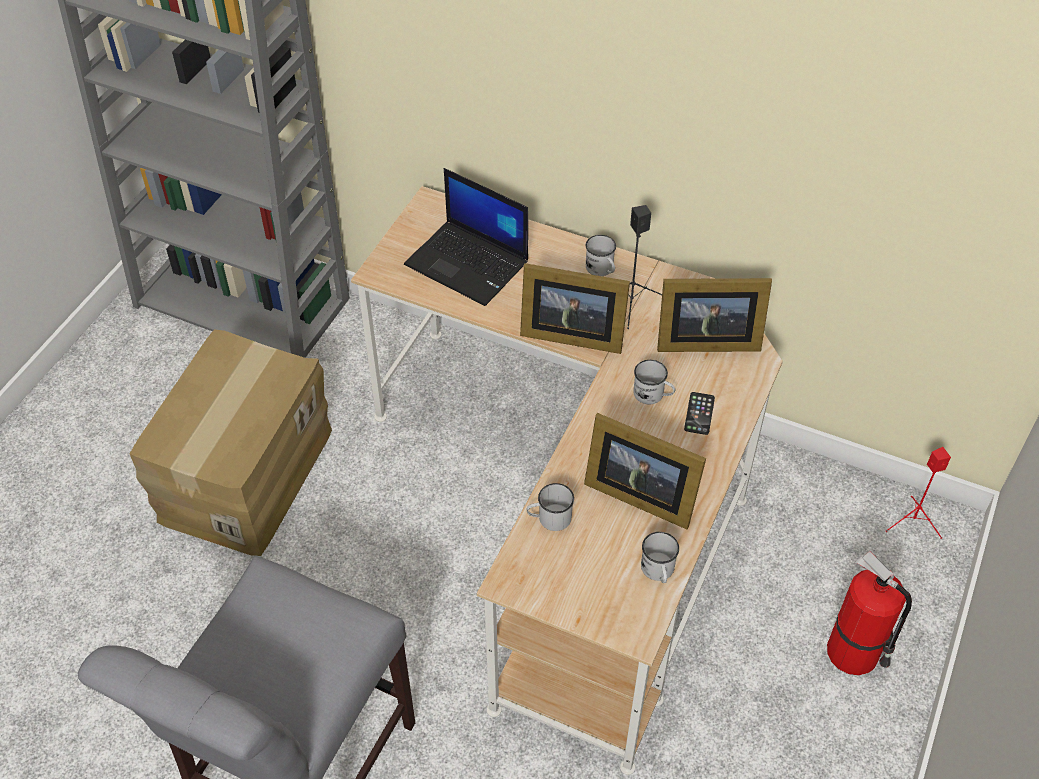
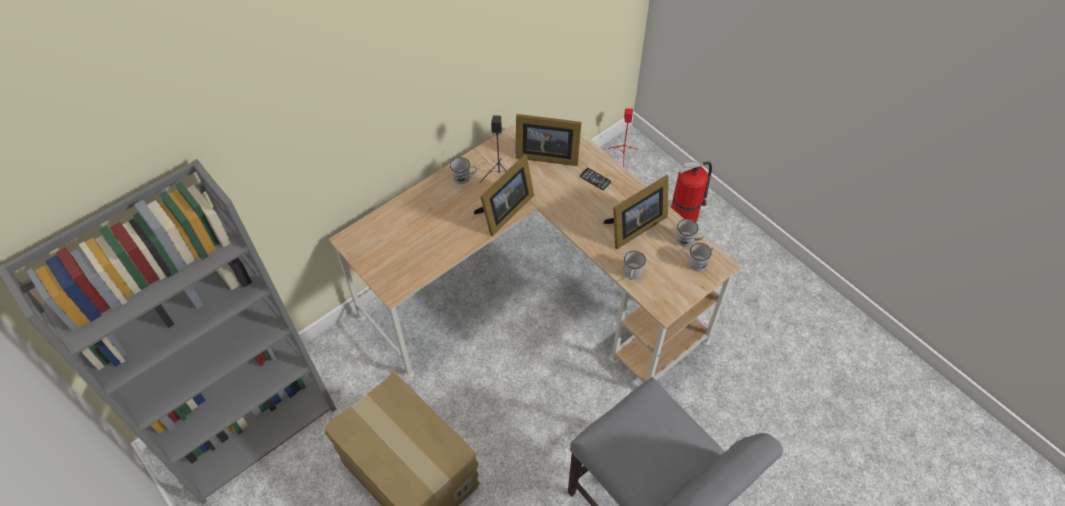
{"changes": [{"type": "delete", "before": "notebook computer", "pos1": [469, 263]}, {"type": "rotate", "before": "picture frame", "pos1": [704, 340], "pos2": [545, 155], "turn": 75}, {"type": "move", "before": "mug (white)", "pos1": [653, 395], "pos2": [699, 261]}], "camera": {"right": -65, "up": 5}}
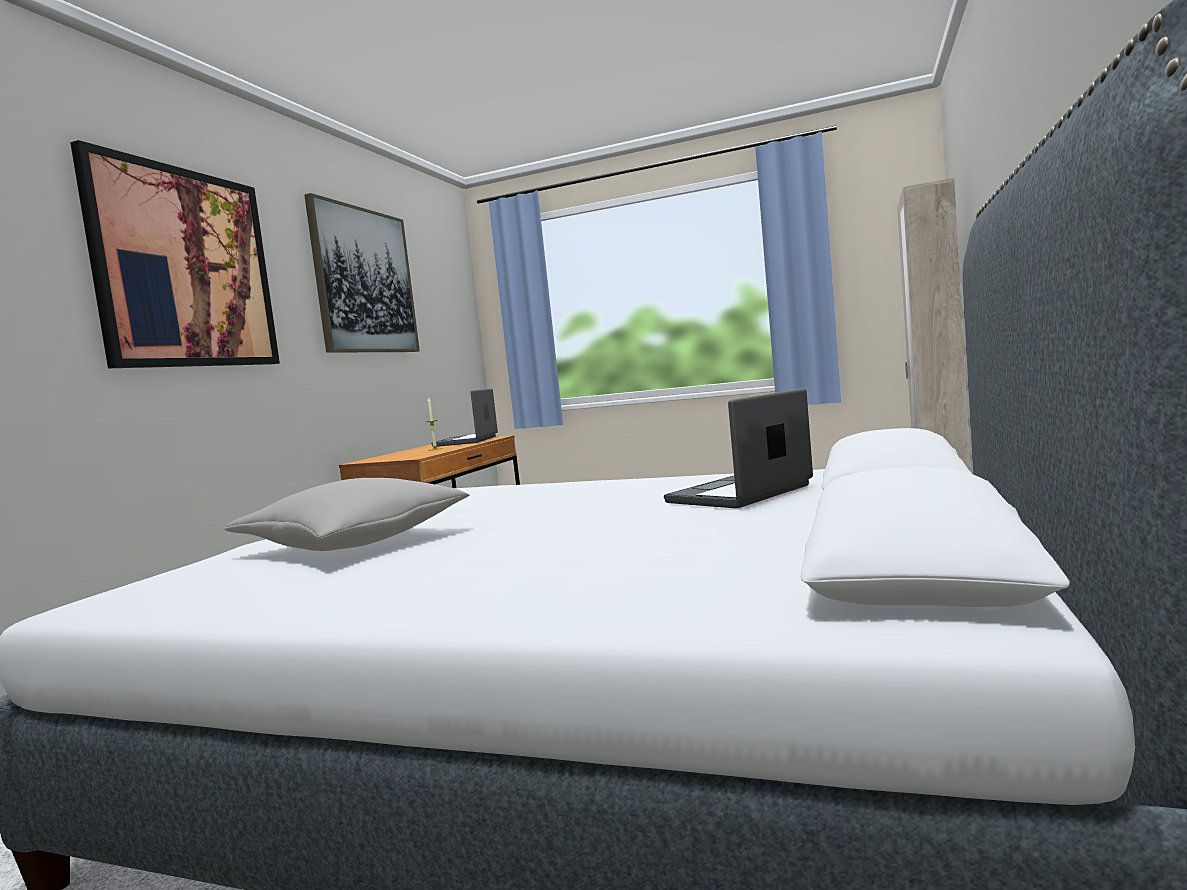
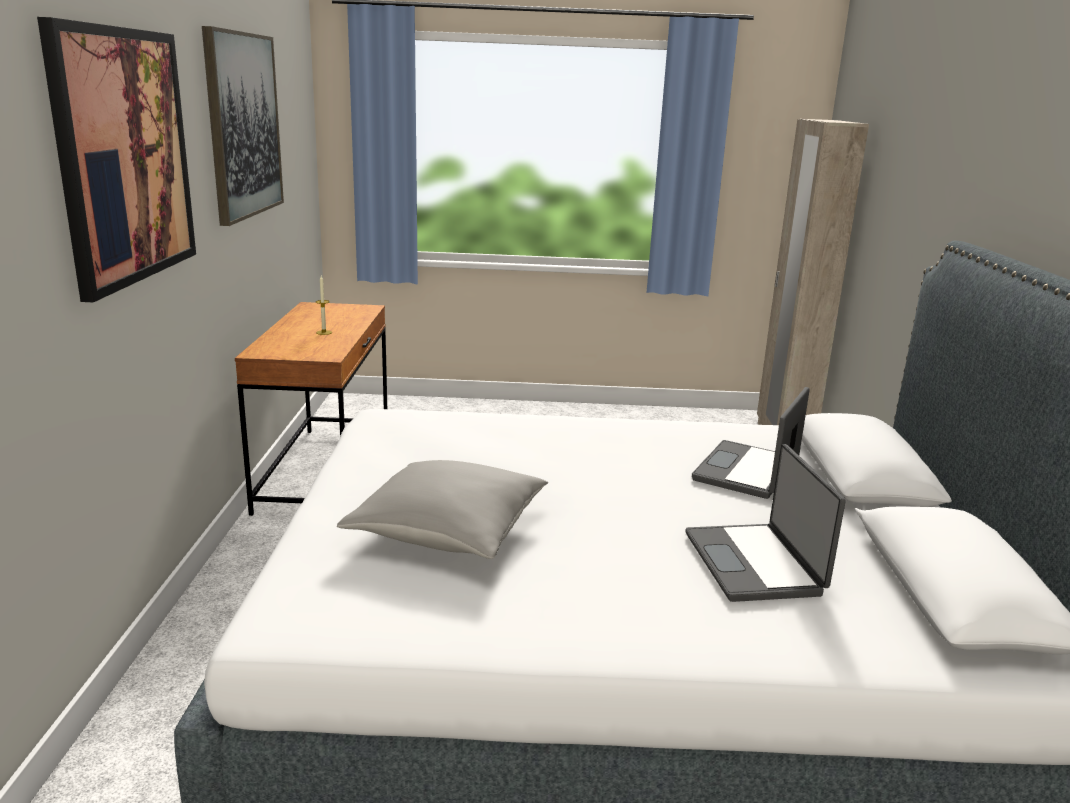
{"changes": [{"type": "move", "before": "notebook computer", "pos1": [467, 441], "pos2": [755, 564]}], "camera": {"right": -20, "up": 15}}
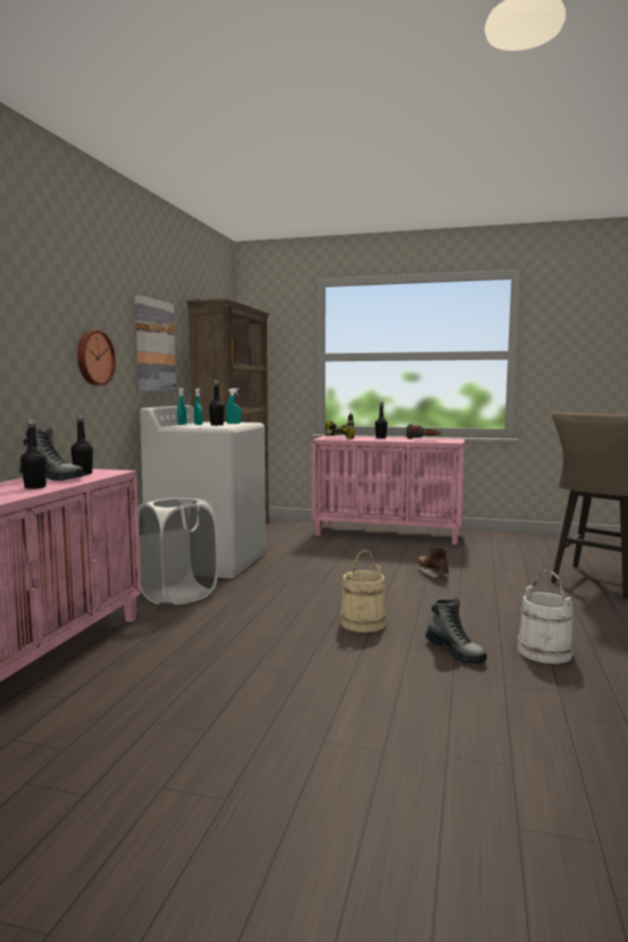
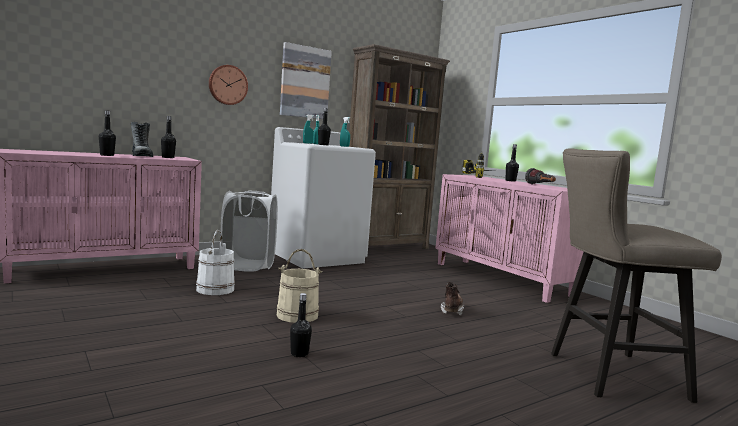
{"changes": [{"type": "move", "before": "bucket (white)", "pos1": [545, 652], "pos2": [215, 289]}, {"type": "replace", "before": "high-top boot", "after": "bottle (black-coloured)", "pos1": [455, 651], "pos2": [299, 353]}], "camera": {"right": 40, "up": 0}}
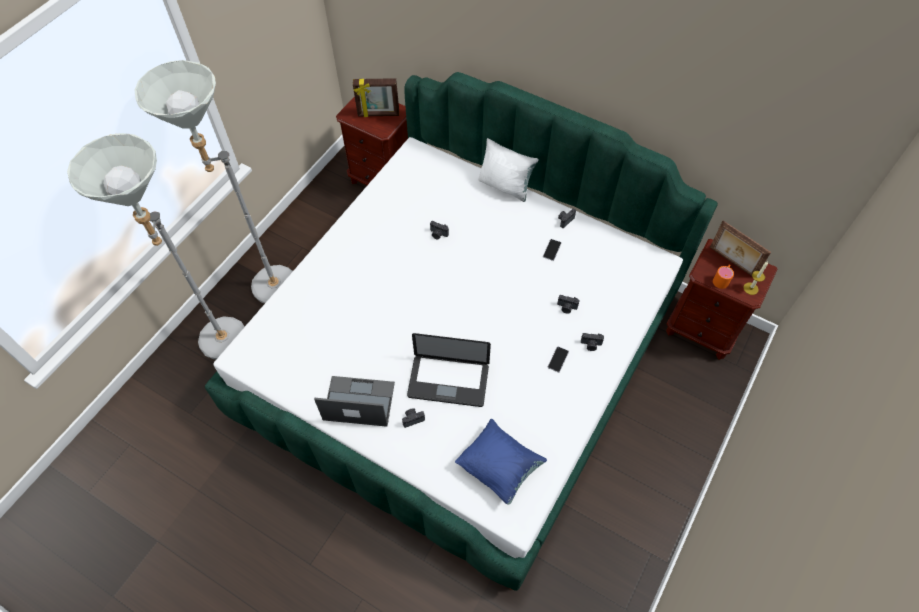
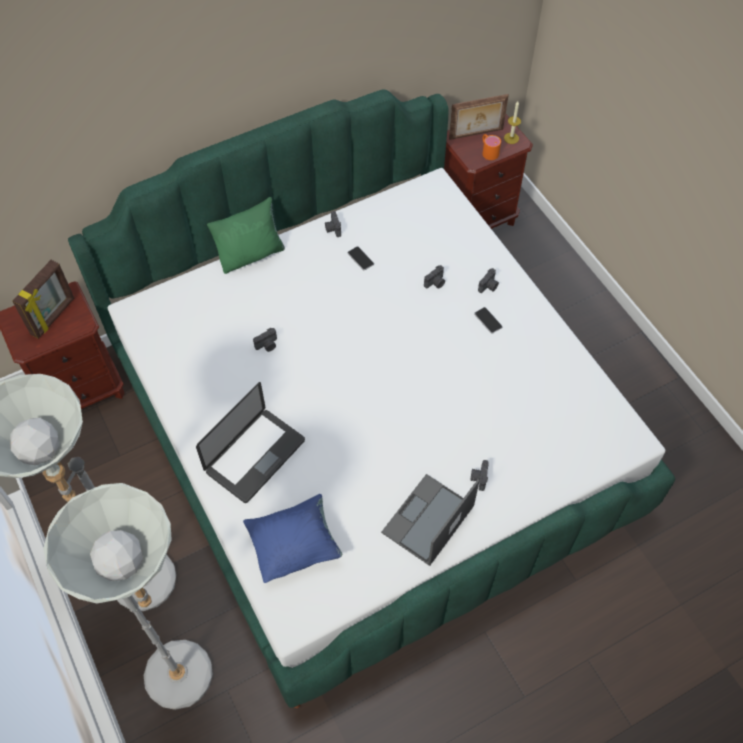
{"changes": [{"type": "recolor", "before": "cushion (white)", "after": "cushion (green-coloured)", "pos1": [505, 186], "pos2": [251, 255]}, {"type": "move", "before": "notebook computer", "pos1": [448, 381], "pos2": [255, 456]}, {"type": "move", "before": "cushion (blue)", "pos1": [499, 467], "pos2": [294, 546]}], "camera": {"right": -60, "up": 0}}
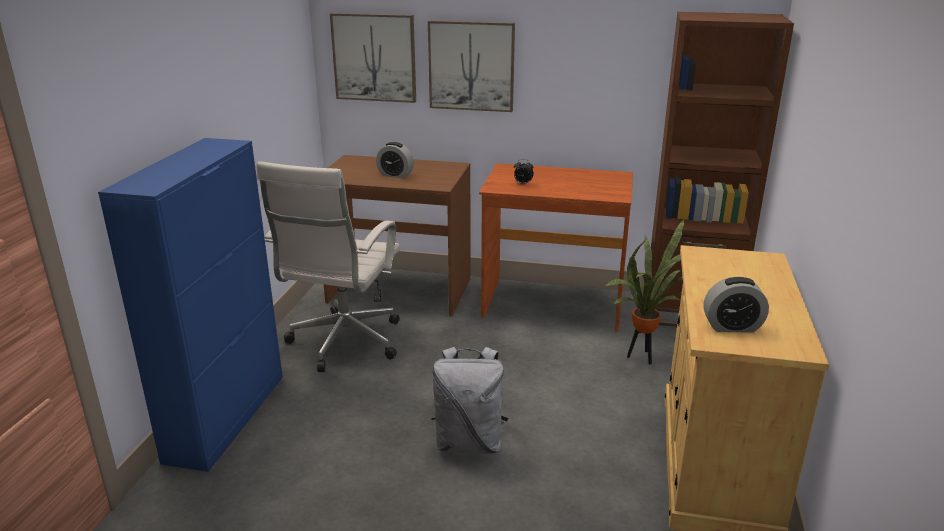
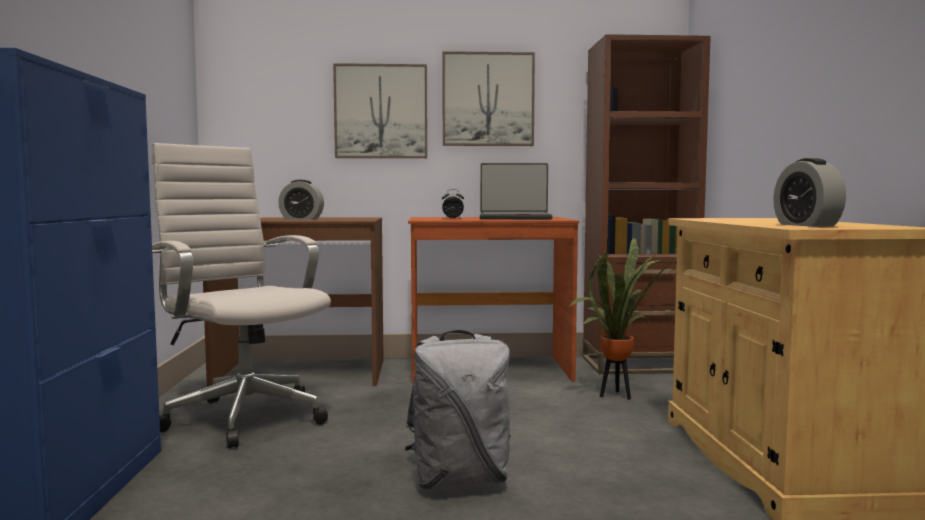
{"changes": [{"type": "move", "before": "wall picture", "pos1": [374, 57], "pos2": [488, 99]}, {"type": "rotate", "before": "computer chair (white)", "pos1": [343, 344], "pos2": [243, 416], "turn": 135}, {"type": "rotate", "before": "alarm clock", "pos1": [732, 327], "pos2": [806, 225], "turn": 90}, {"type": "insert", "after": "notebook computer", "pos2": [515, 218]}], "camera": {"right": -15, "up": -20}}
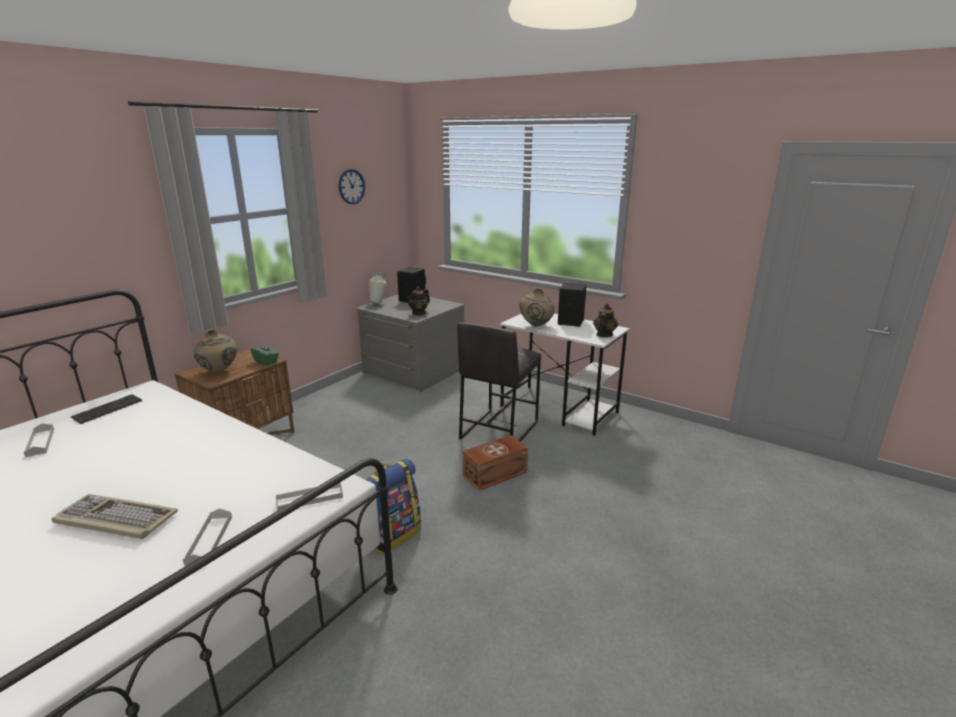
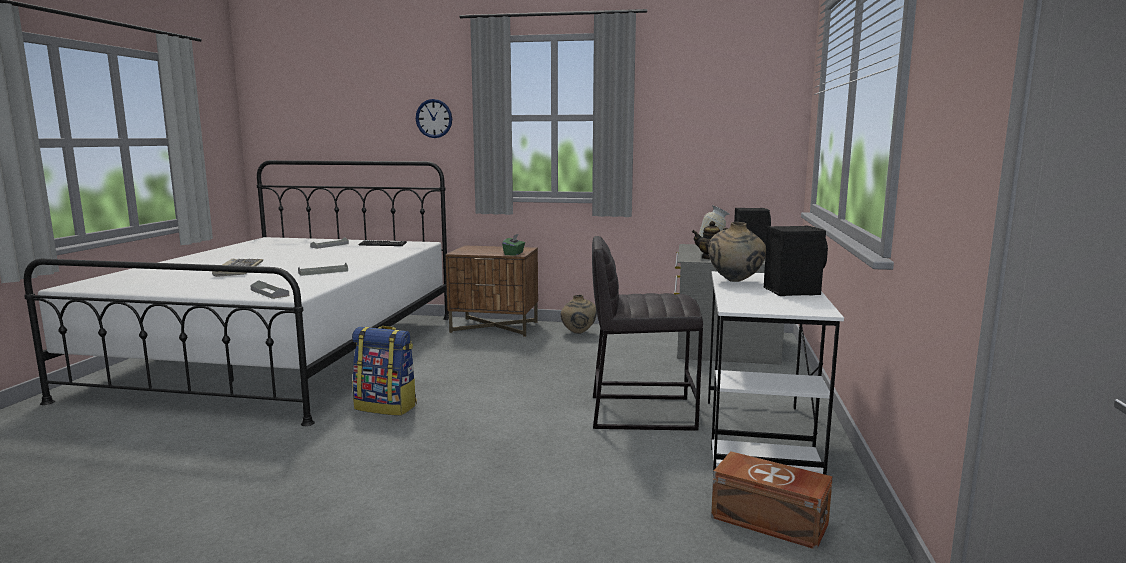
{"changes": [{"type": "move", "before": "wall clock", "pos1": [351, 186], "pos2": [434, 118]}, {"type": "delete", "before": "pot for tea", "pos1": [604, 335]}, {"type": "move", "before": "decorative vase (beige)", "pos1": [219, 371], "pos2": [578, 333]}, {"type": "move", "before": "storage bin (brown)", "pos1": [496, 474], "pos2": [770, 522]}, {"type": "move", "before": "serving tray (grey)", "pos1": [209, 540], "pos2": [323, 272]}], "camera": {"right": 65, "up": -10}}
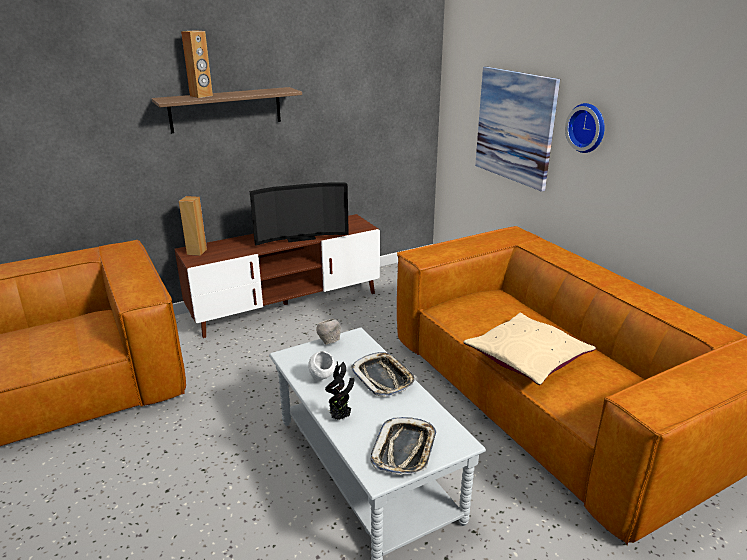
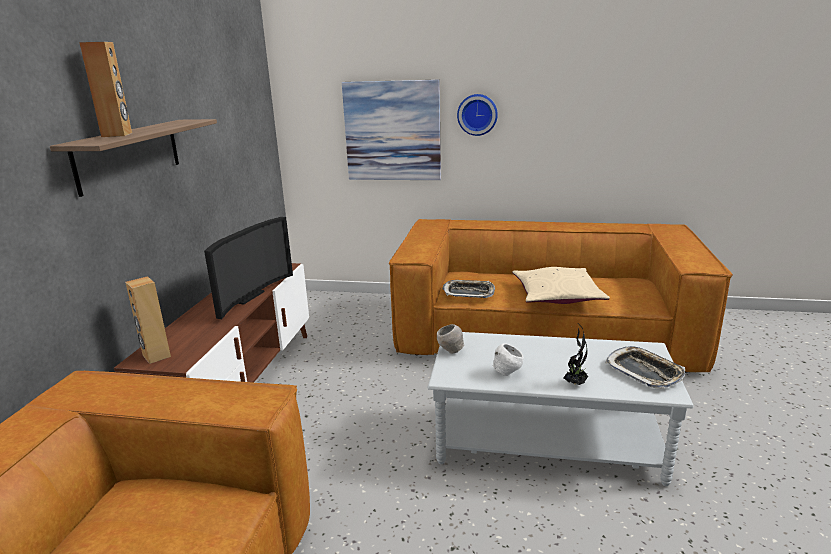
{"changes": [{"type": "move", "before": "serving tray", "pos1": [383, 378], "pos2": [468, 292]}], "camera": {"right": -50, "up": -5}}
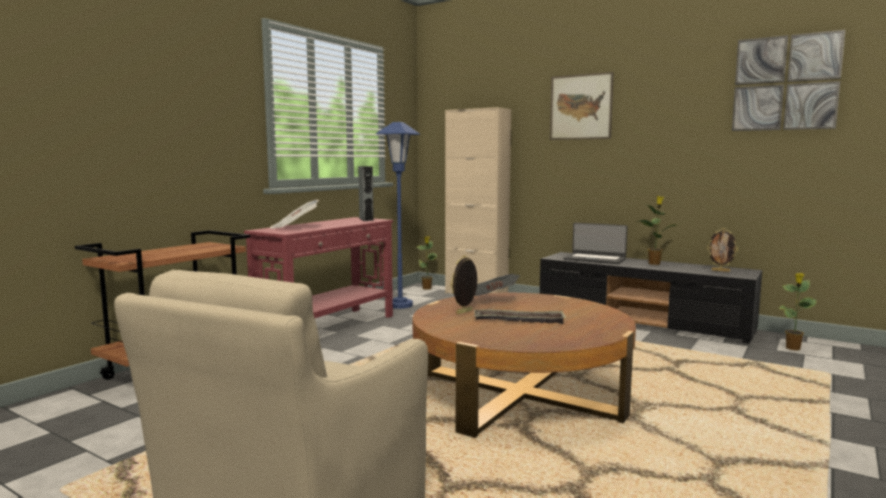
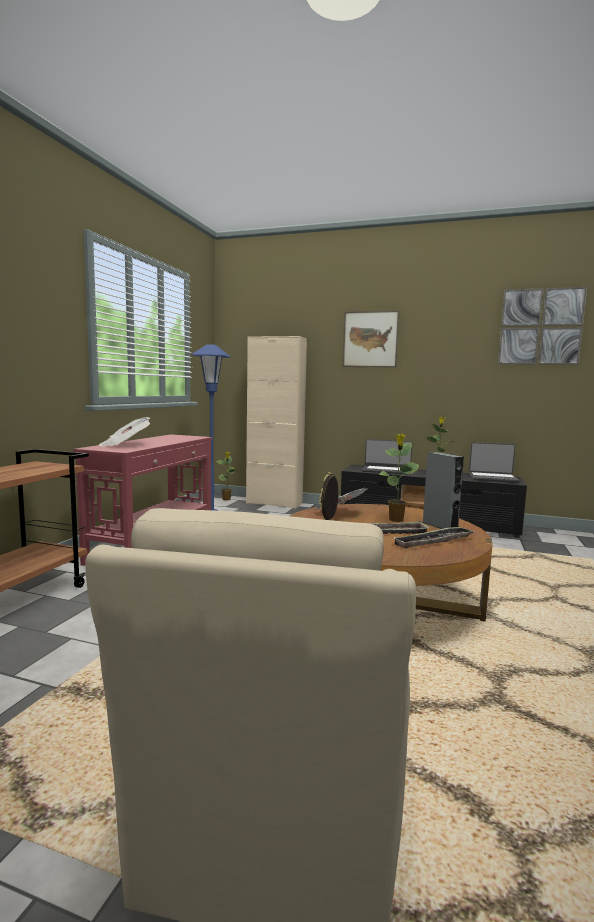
{"changes": [{"type": "move", "before": "speaker (grey)", "pos1": [366, 219], "pos2": [440, 526]}, {"type": "replace", "before": "picture frame", "after": "notebook computer", "pos1": [720, 271], "pos2": [492, 478]}, {"type": "move", "before": "houseplant", "pos1": [793, 348], "pos2": [396, 520]}, {"type": "insert", "after": "serving tray", "pos2": [433, 541]}], "camera": {"right": -15, "up": 0}}
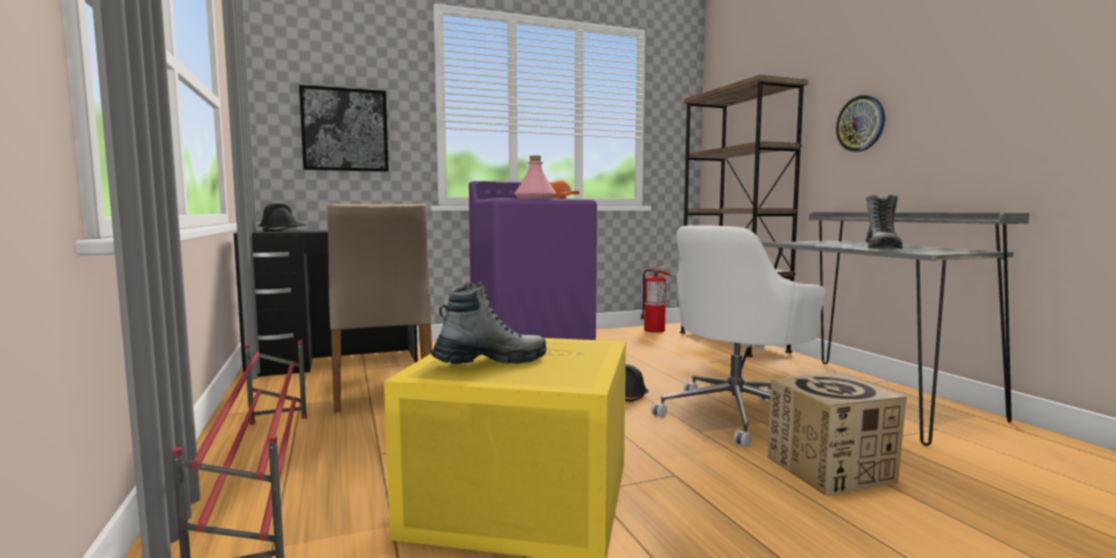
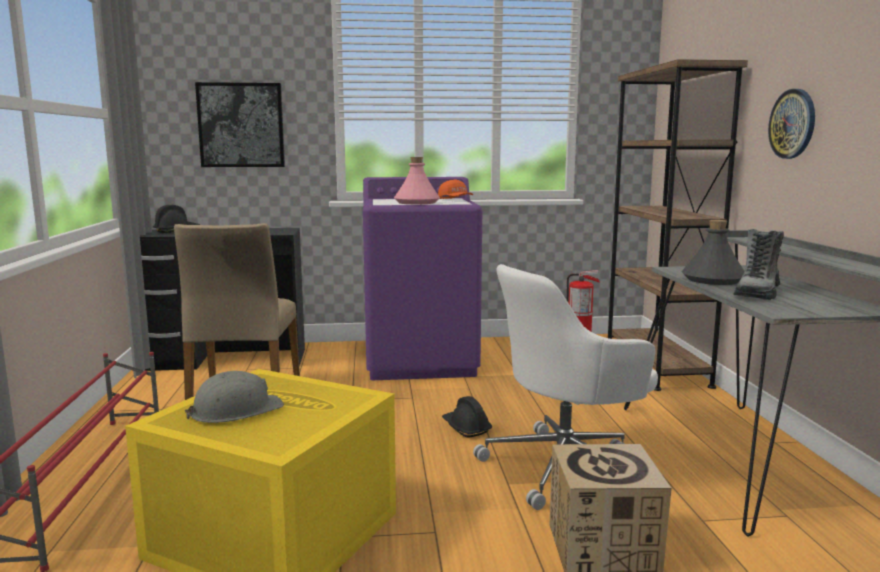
{"changes": [{"type": "replace", "before": "high-top boot", "after": "work helmet (grey)", "pos1": [490, 362], "pos2": [236, 411]}, {"type": "insert", "after": "bottle (grey)", "pos2": [713, 280]}], "camera": {"right": 15, "up": 5}}
